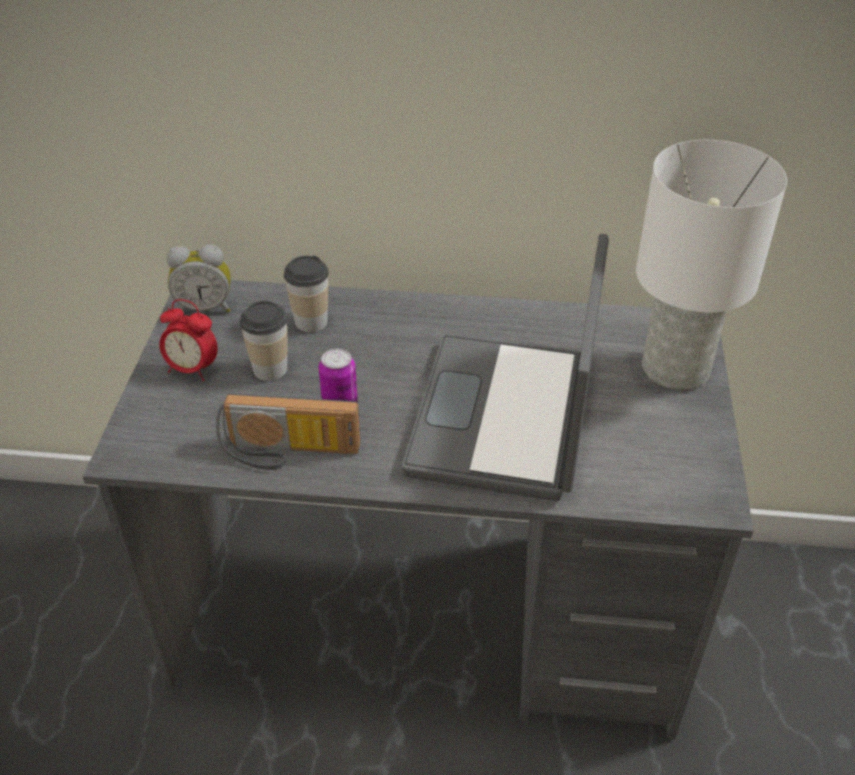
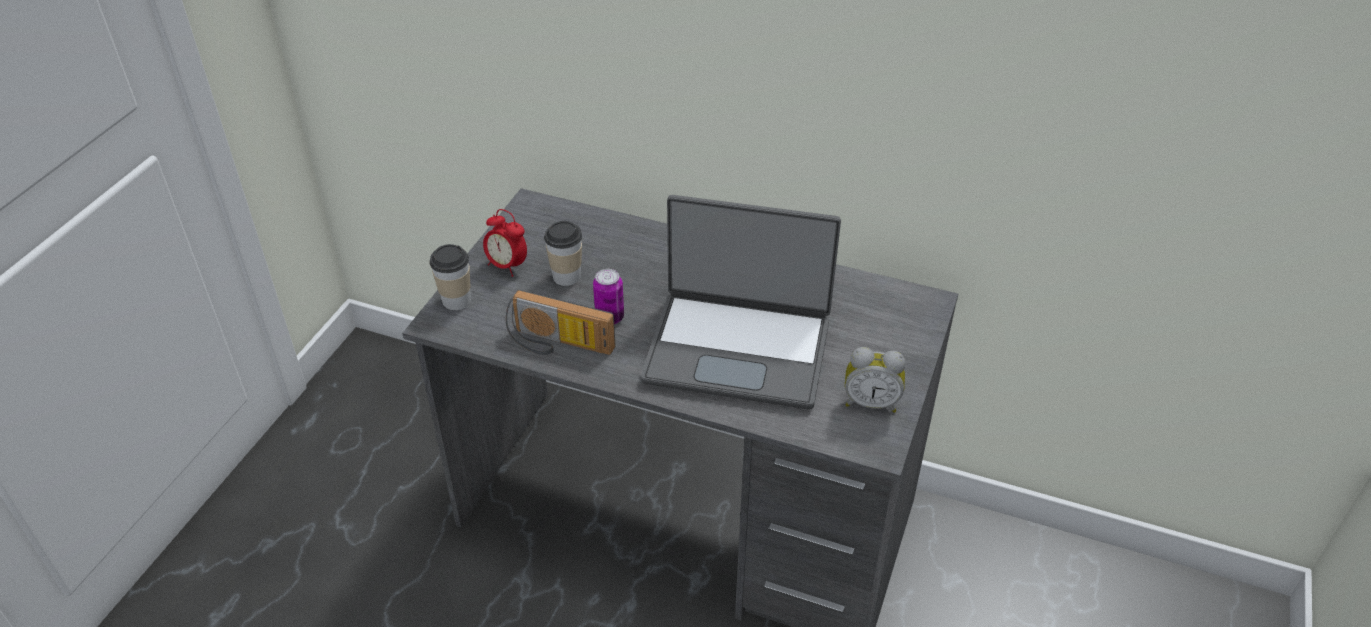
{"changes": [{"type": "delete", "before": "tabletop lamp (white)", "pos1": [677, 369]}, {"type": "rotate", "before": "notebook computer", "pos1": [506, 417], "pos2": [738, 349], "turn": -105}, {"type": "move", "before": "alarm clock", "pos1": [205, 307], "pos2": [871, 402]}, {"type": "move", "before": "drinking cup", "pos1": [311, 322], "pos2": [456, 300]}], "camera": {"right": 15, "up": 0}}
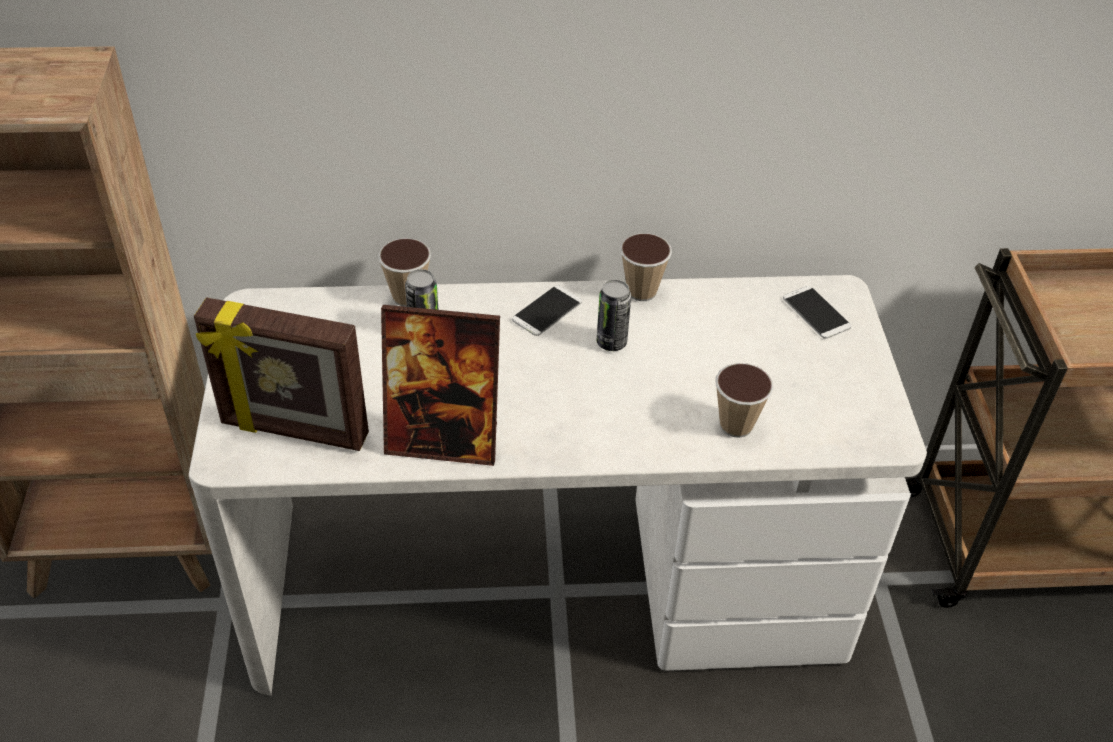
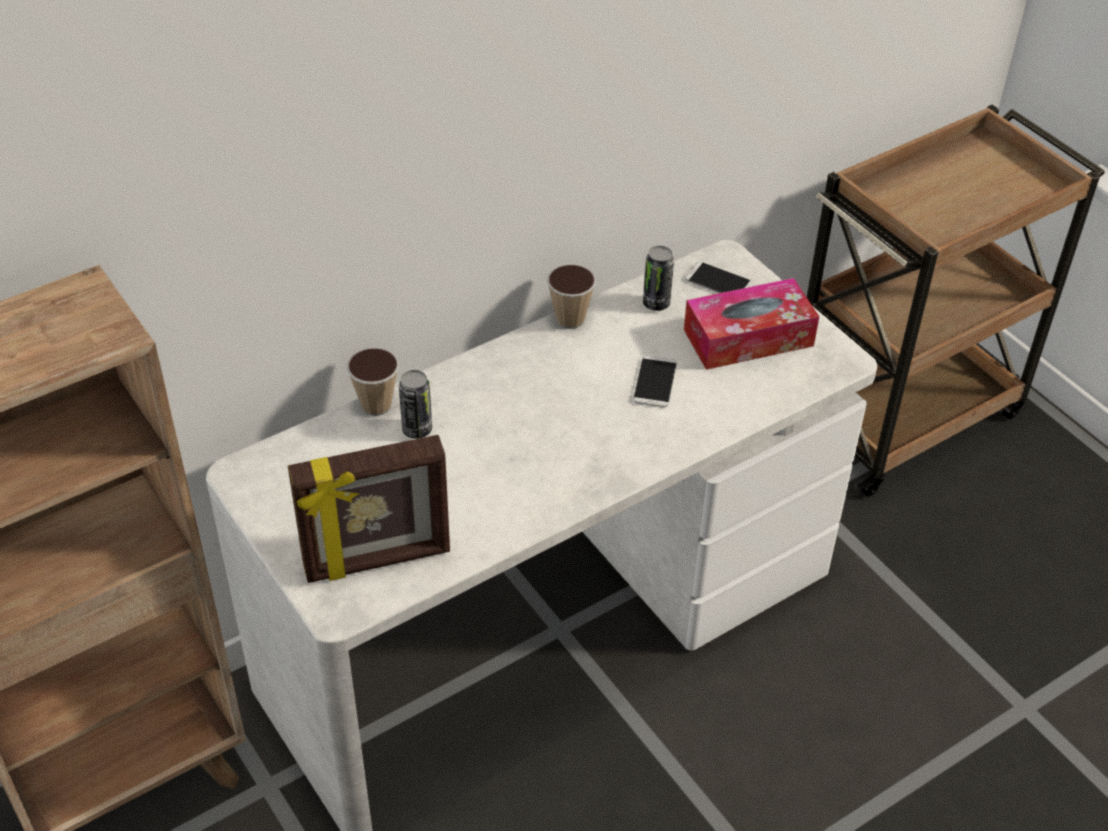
{"changes": [{"type": "move", "before": "sealed can", "pos1": [611, 342], "pos2": [656, 303]}, {"type": "move", "before": "telephone", "pos1": [547, 311], "pos2": [655, 382]}, {"type": "delete", "before": "picture frame", "pos1": [443, 440]}, {"type": "delete", "before": "drinking cup", "pos1": [736, 425]}, {"type": "insert", "after": "box of tissues", "pos2": [748, 338]}], "camera": {"right": -30, "up": 0}}
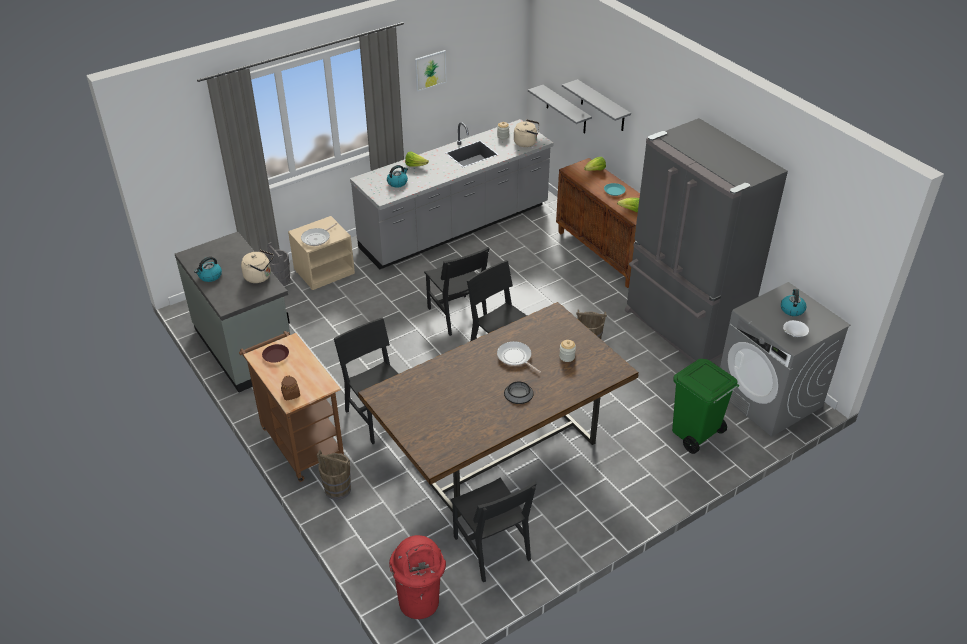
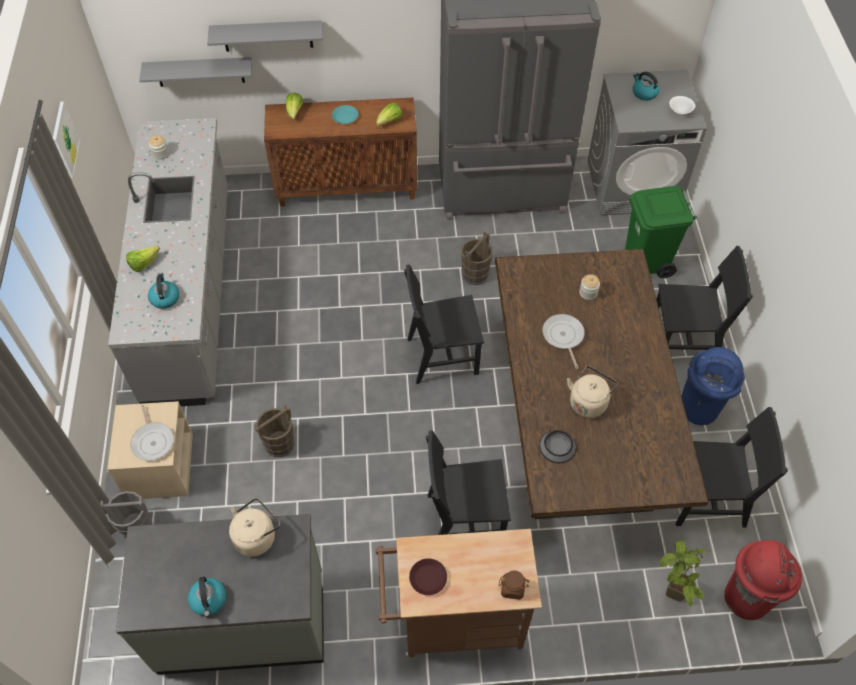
{"changes": [{"type": "move", "before": "kettle (beige)", "pos1": [526, 143], "pos2": [588, 401]}, {"type": "move", "before": "chair (black-coloured)", "pos1": [457, 315], "pos2": [683, 342]}, {"type": "rotate", "before": "skillet", "pos1": [515, 357], "pos2": [563, 336], "turn": 90}, {"type": "move", "before": "deep dish", "pos1": [518, 393], "pos2": [557, 446]}, {"type": "move", "before": "bucket (brown)", "pos1": [337, 489], "pos2": [279, 444]}, {"type": "insert", "after": "waste bin (blue)", "pos2": [699, 408]}, {"type": "insert", "after": "houseplant", "pos2": [669, 598]}], "camera": {"right": -60, "up": 15}}
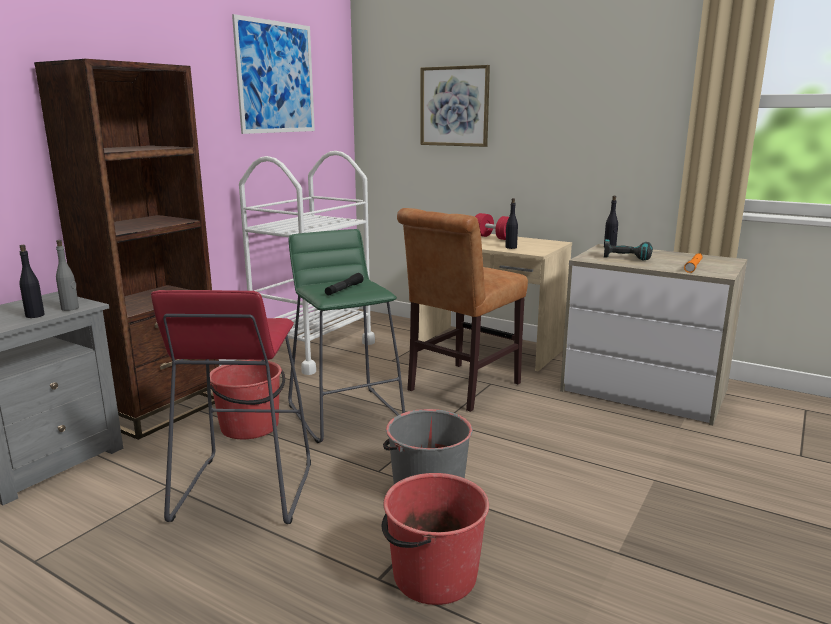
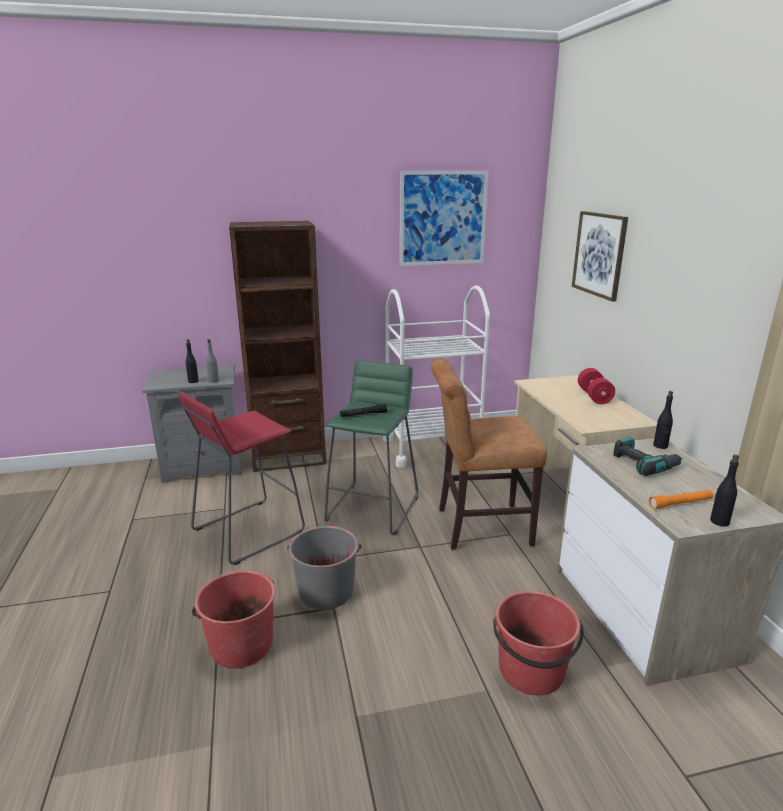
{"changes": [{"type": "move", "before": "bottle (black-coloured)", "pos1": [511, 247], "pos2": [719, 521]}, {"type": "move", "before": "bucket (reddish)", "pos1": [250, 427], "pos2": [531, 671]}], "camera": {"right": 45, "up": 5}}
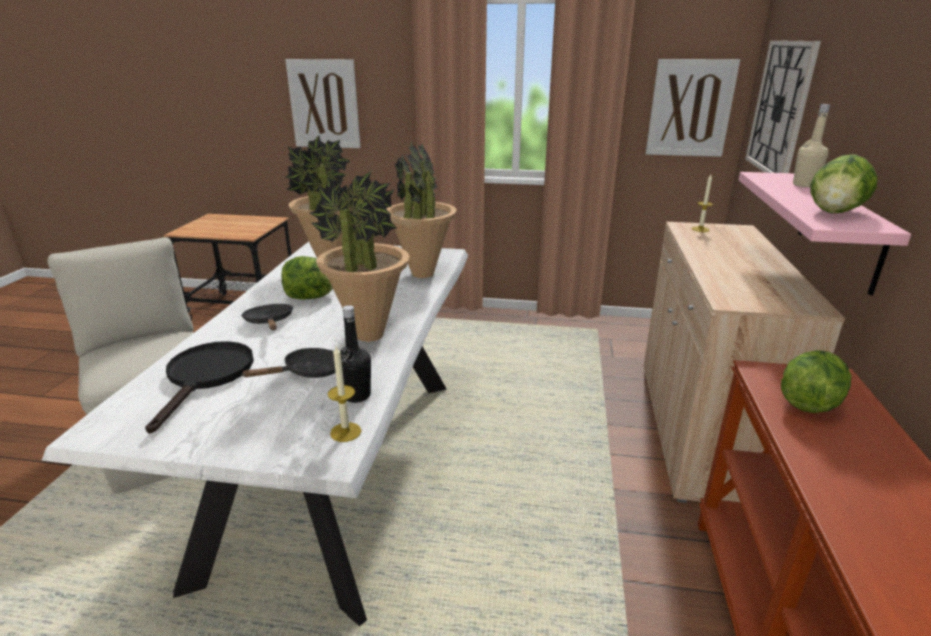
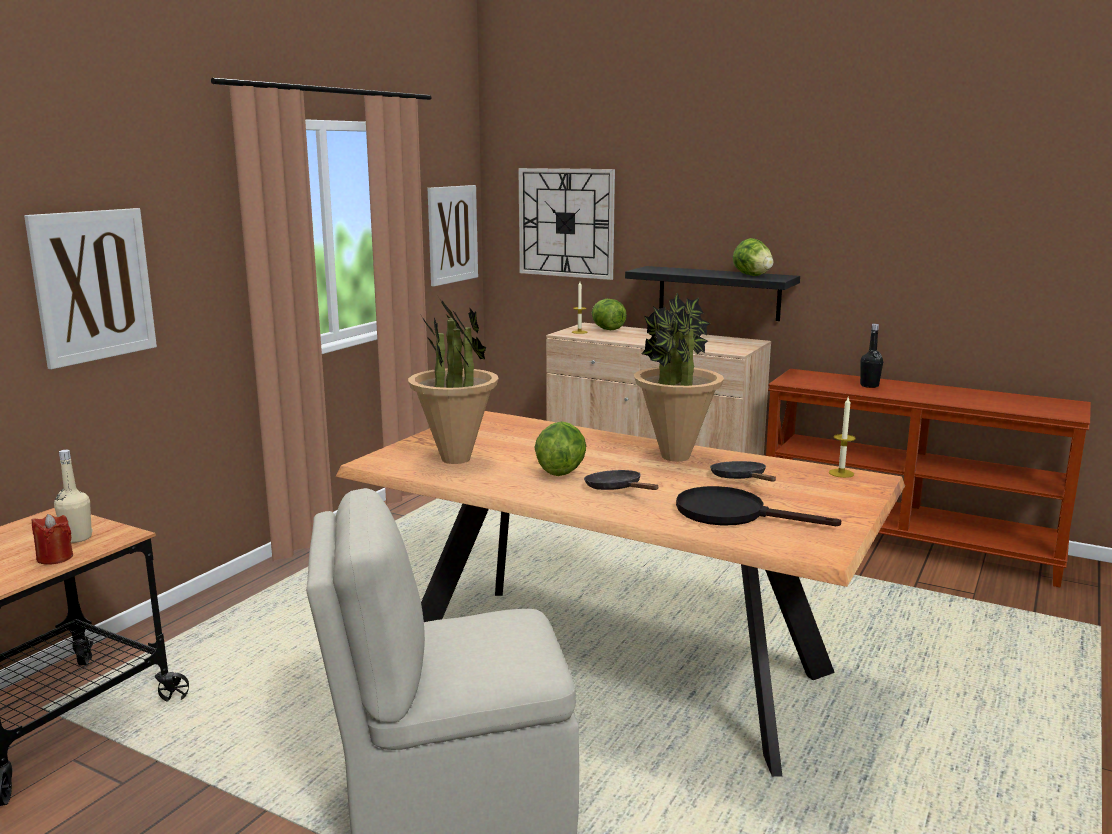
{"changes": [{"type": "move", "before": "bottle (beige)", "pos1": [804, 185], "pos2": [77, 538]}, {"type": "delete", "before": "houseplant", "pos1": [423, 274]}, {"type": "recolor", "before": "wall shelf (pink-coloured)", "after": "wall shelf (black-coloured)", "pos1": [840, 230], "pos2": [719, 293]}, {"type": "recolor", "before": "kitchen table (white)", "after": "kitchen table (brown)", "pos1": [340, 468], "pos2": [612, 665]}, {"type": "rotate", "before": "skillet (black-coloured)", "pos1": [270, 322], "pos2": [616, 489], "turn": 60}, {"type": "move", "before": "bottle (black-coloured)", "pos1": [356, 395], "pos2": [869, 385]}, {"type": "move", "before": "lettuce head", "pos1": [808, 403], "pos2": [607, 329]}, {"type": "insert", "after": "wax light (reddish)", "pos2": [55, 558]}], "camera": {"right": -70, "up": -10}}
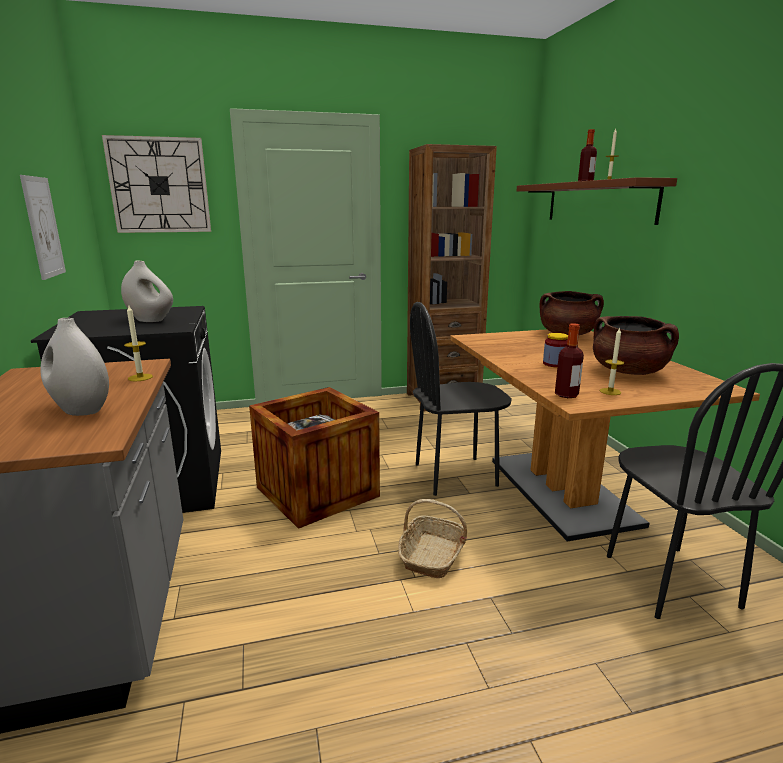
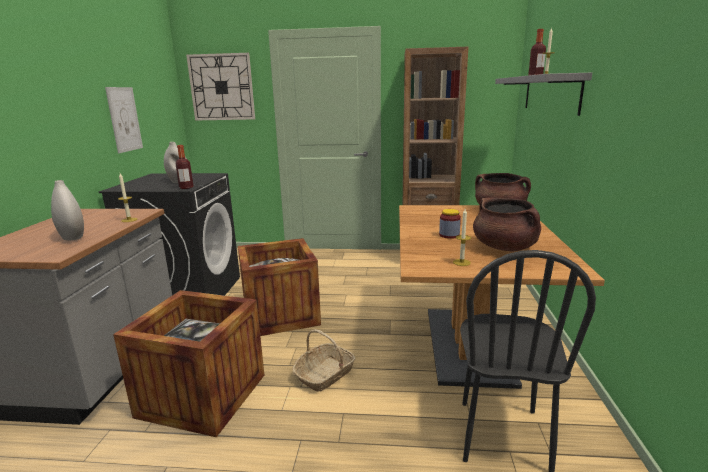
{"changes": [{"type": "recolor", "before": "wall shelf (brown)", "after": "wall shelf (grey)", "pos1": [598, 202], "pos2": [550, 93]}, {"type": "delete", "before": "chair (black-coloured)", "pos1": [455, 475]}, {"type": "move", "before": "bottle", "pos1": [566, 395], "pos2": [186, 187]}, {"type": "insert", "after": "packing crate", "pos2": [202, 395]}], "camera": {"right": 20, "up": 0}}
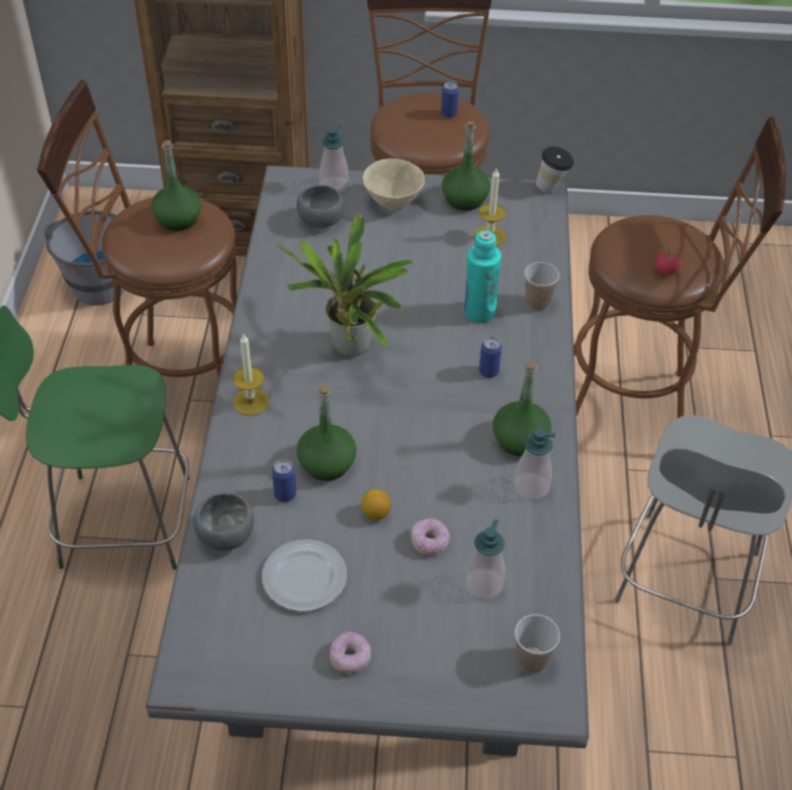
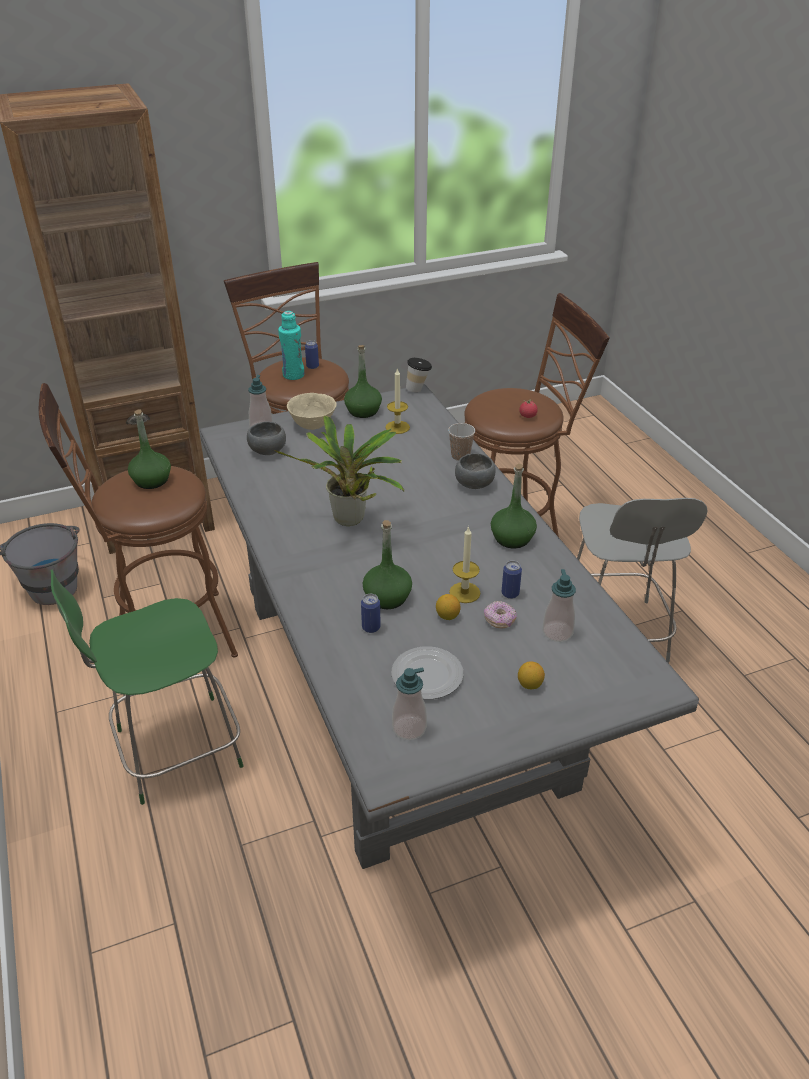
{"changes": [{"type": "move", "before": "bottle (turquoise)", "pos1": [479, 312], "pos2": [293, 375]}, {"type": "move", "before": "wax light", "pos1": [251, 401], "pos2": [464, 592]}, {"type": "move", "before": "sealed can", "pos1": [488, 372], "pos2": [510, 593]}, {"type": "move", "before": "soap bottle", "pos1": [531, 487], "pos2": [409, 728]}, {"type": "move", "before": "deep dish (grey)", "pos1": [227, 537], "pos2": [475, 484]}, {"type": "delete", "before": "drinking cup", "pos1": [532, 660]}, {"type": "delete", "before": "ring doughnut", "pos1": [350, 658]}, {"type": "insert", "after": "whole lemon", "pos2": [530, 685]}], "camera": {"right": -25, "up": -10}}
